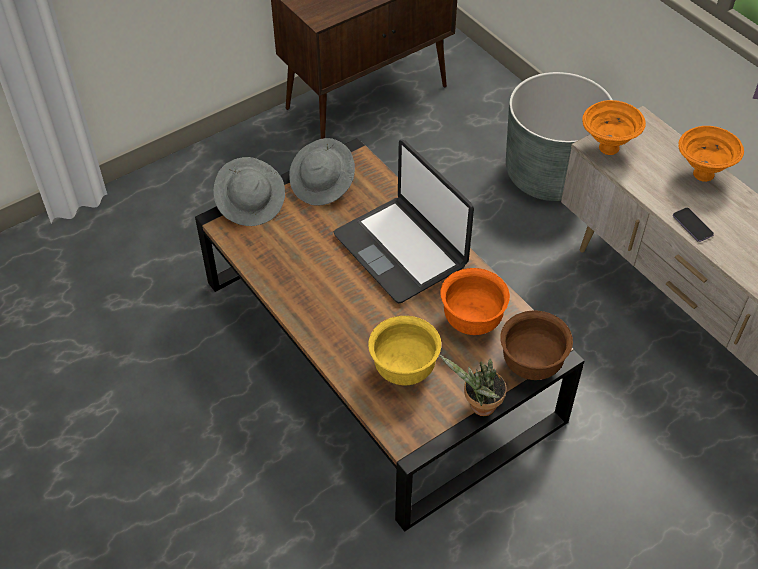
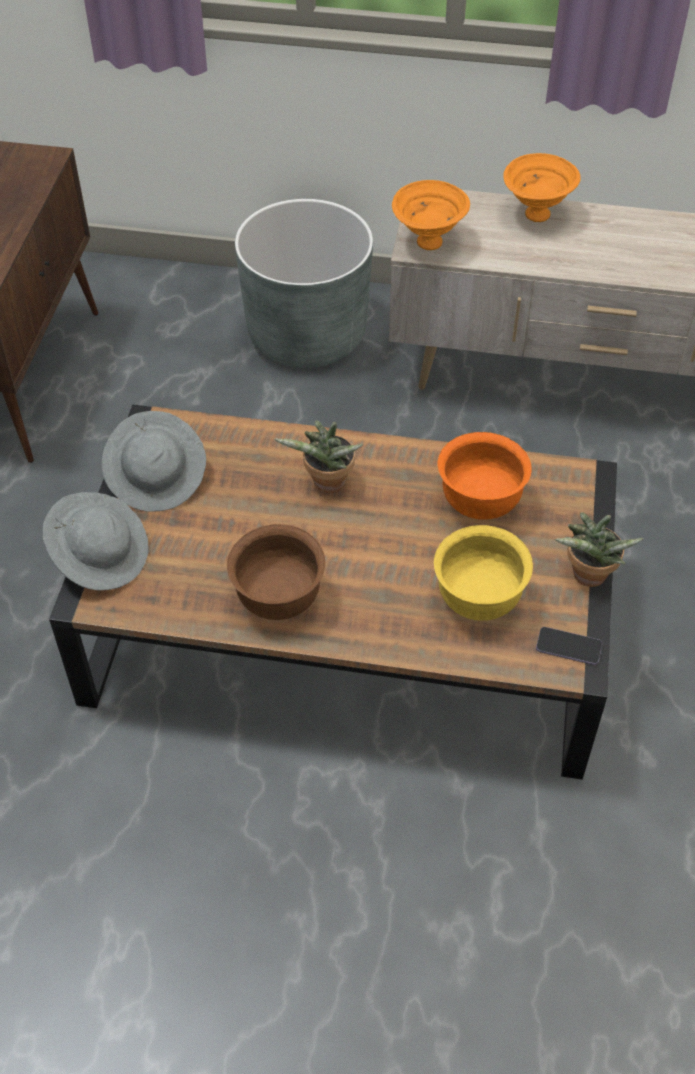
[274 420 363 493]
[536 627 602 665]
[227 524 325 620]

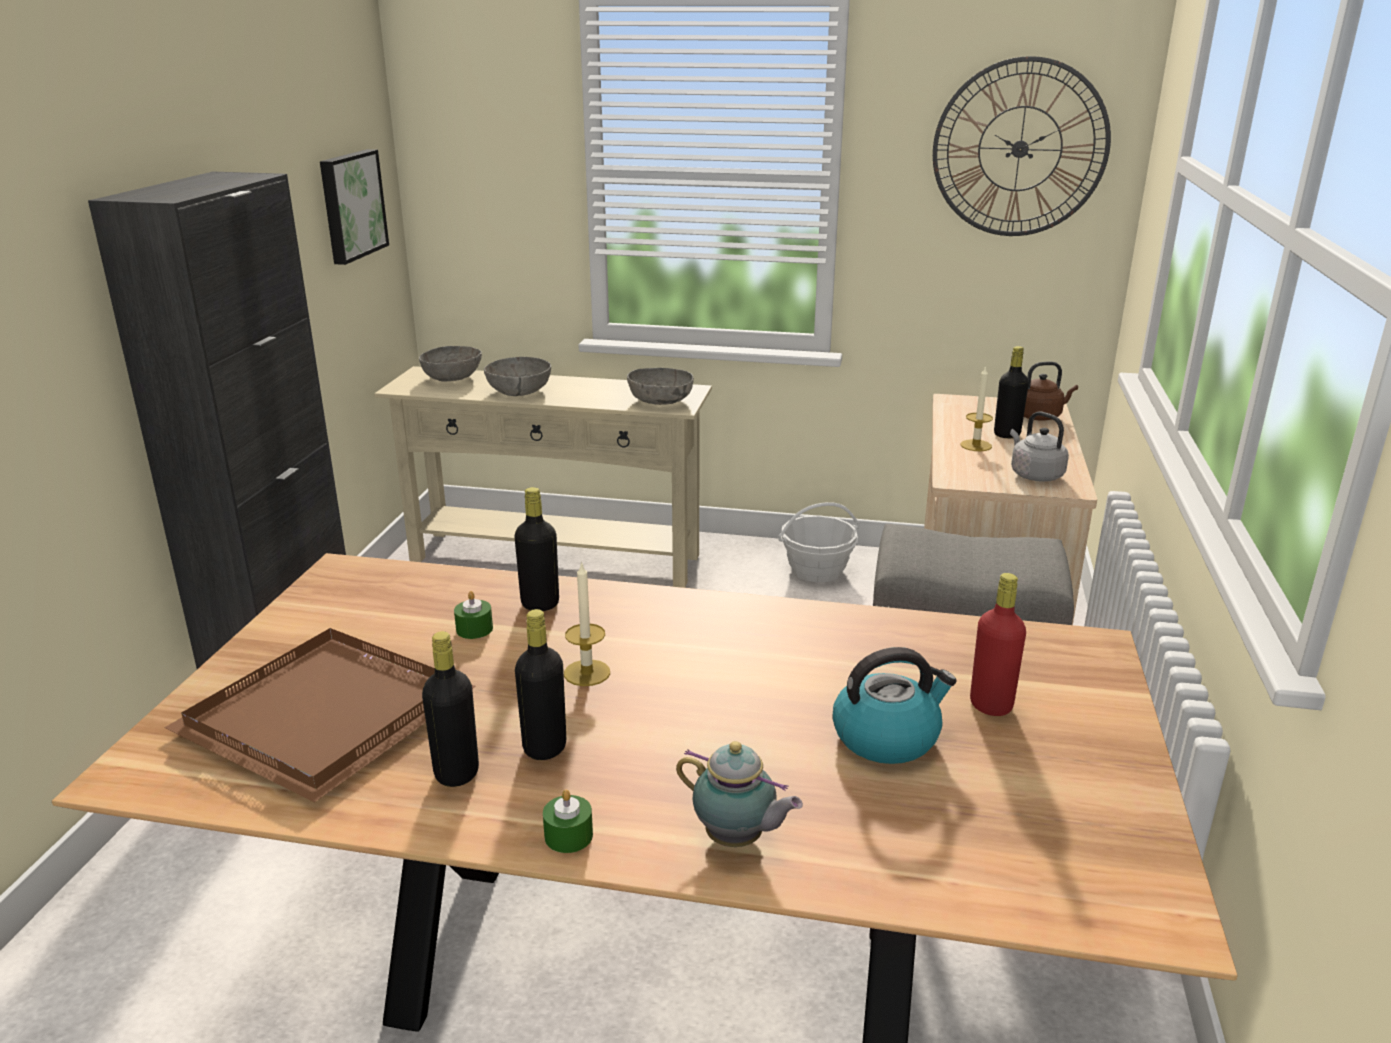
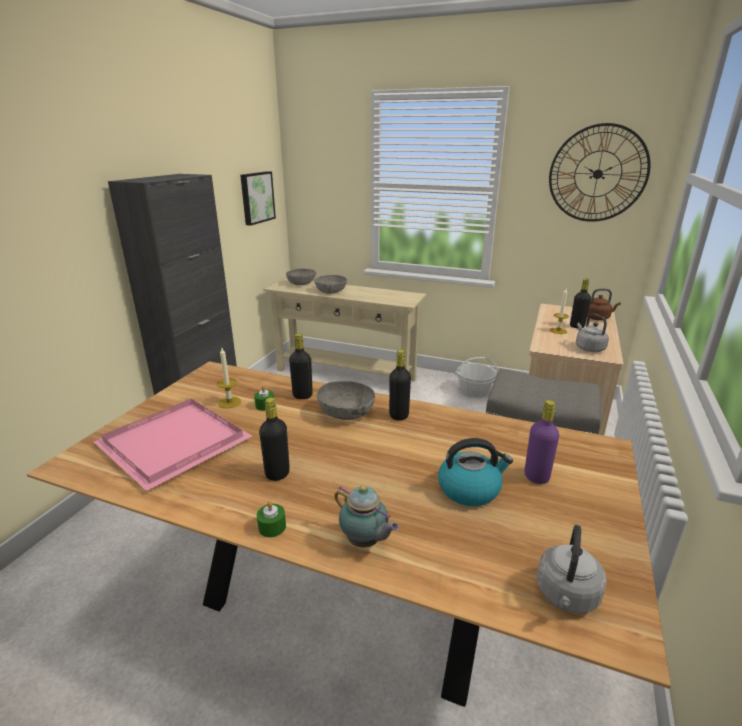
[317 381 375 420]
[217 348 241 408]
[525 400 559 484]
[94 399 252 491]
[389 350 411 421]
[537 525 607 613]

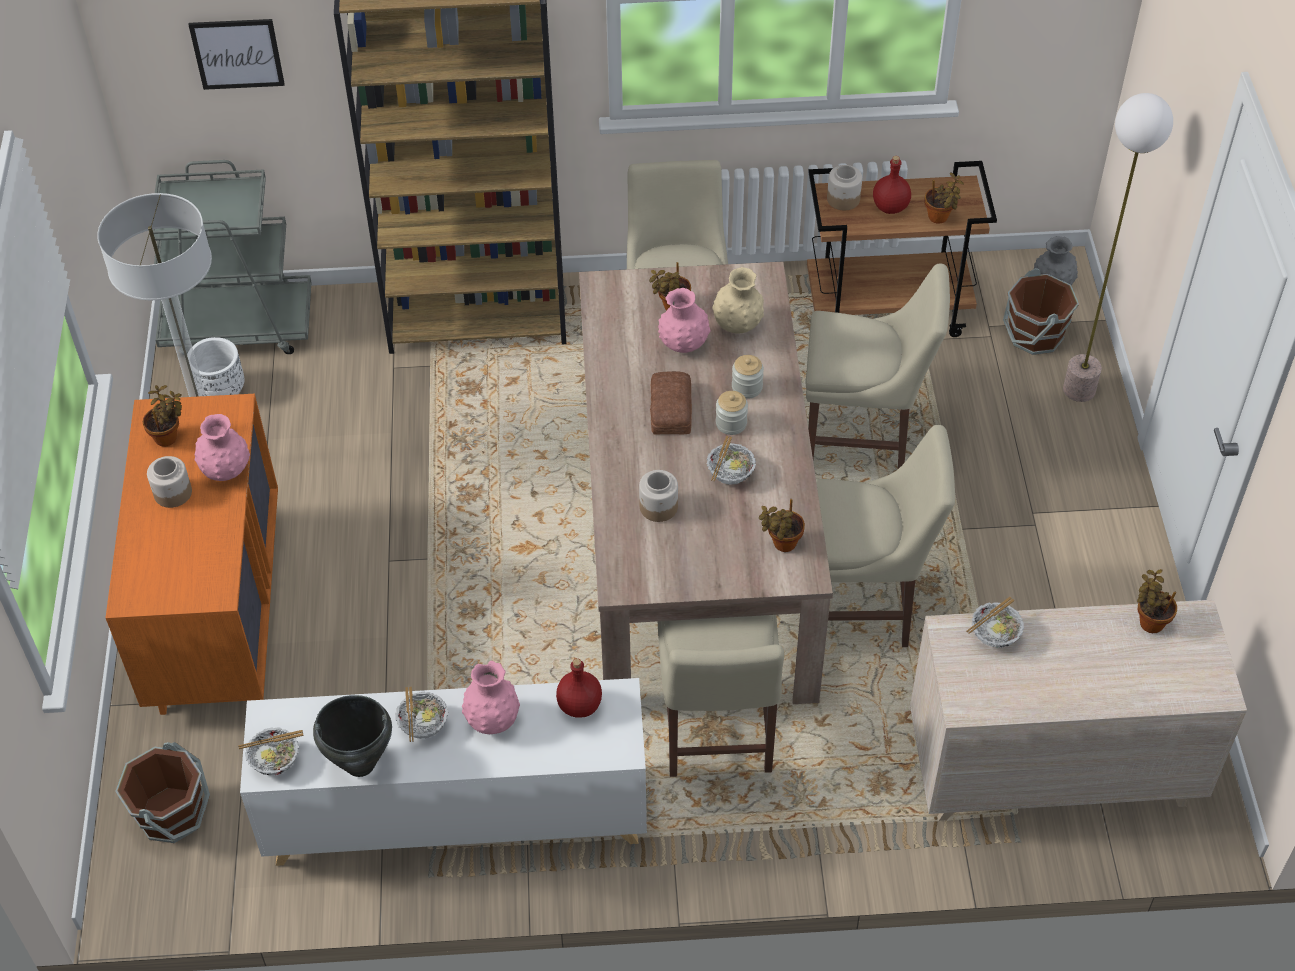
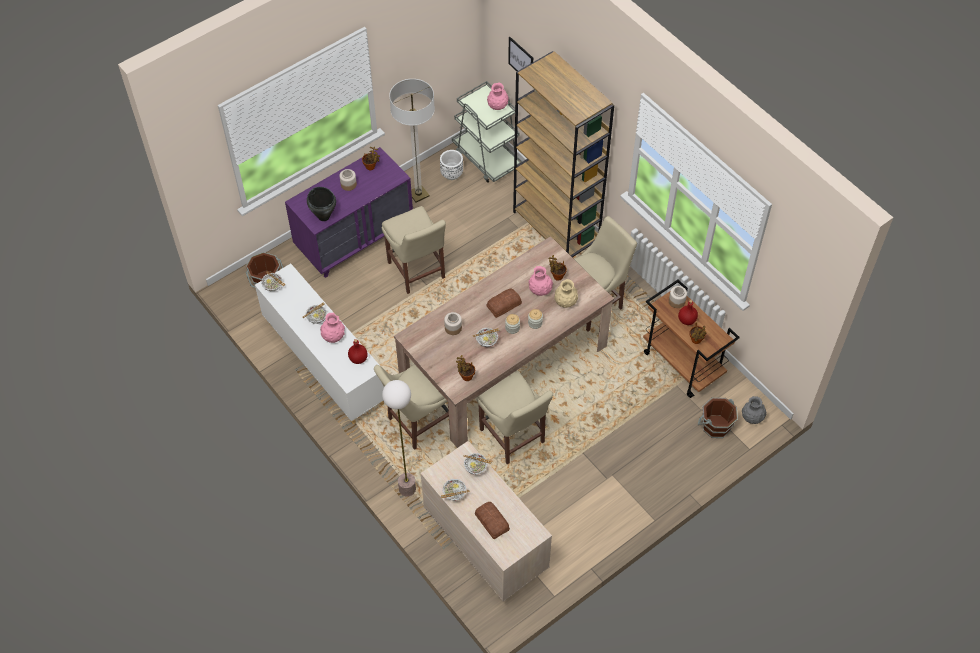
[382 380 416 497]
[382 206 446 294]
[285 147 413 278]
[487 82 509 110]
[1137 569 1177 633] (first image)
[307 187 336 221]
[441 479 470 501]
[475 502 510 539]

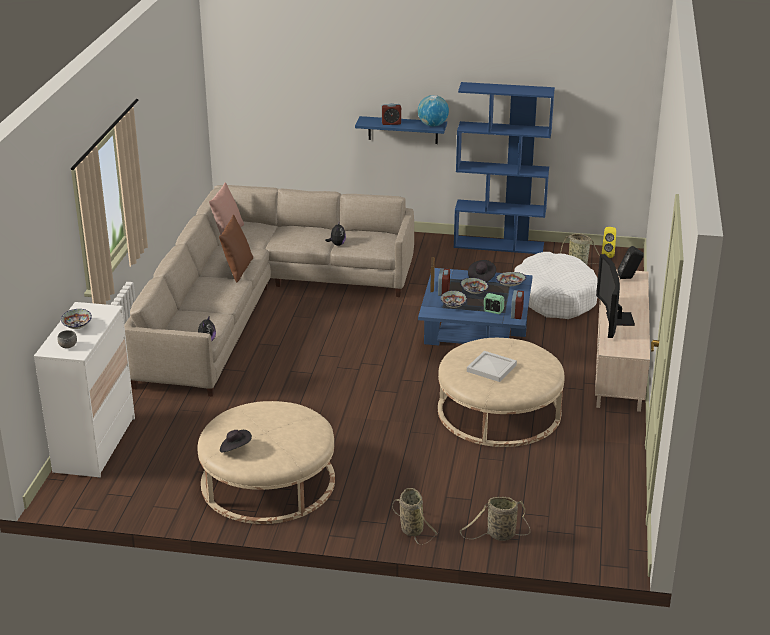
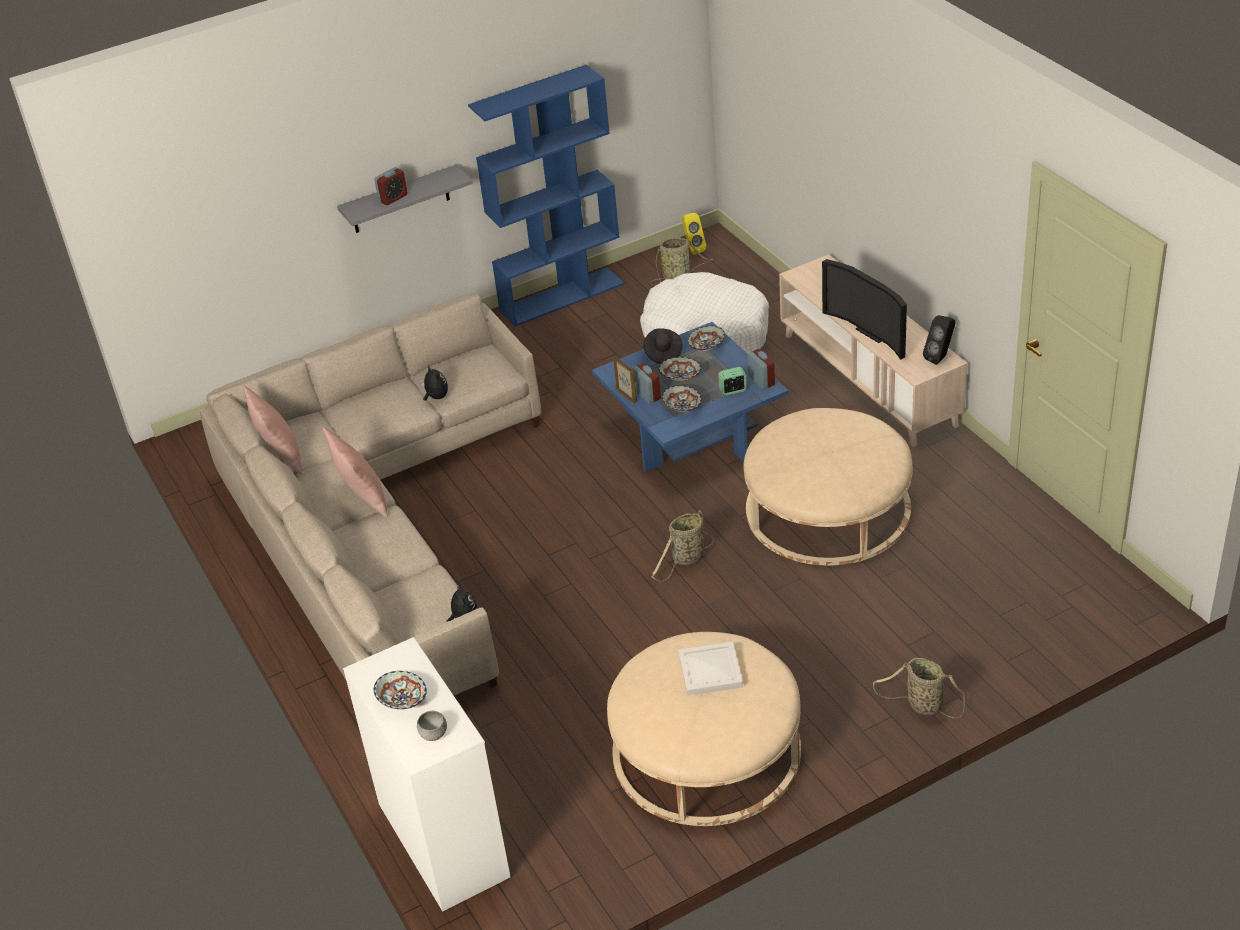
[418 95 449 127] (first image)
[337 165 473 233]
[322 427 388 517]
[923 315 956 365]
[678 642 743 696]
[220 430 252 453] (first image)
[652 510 714 582]

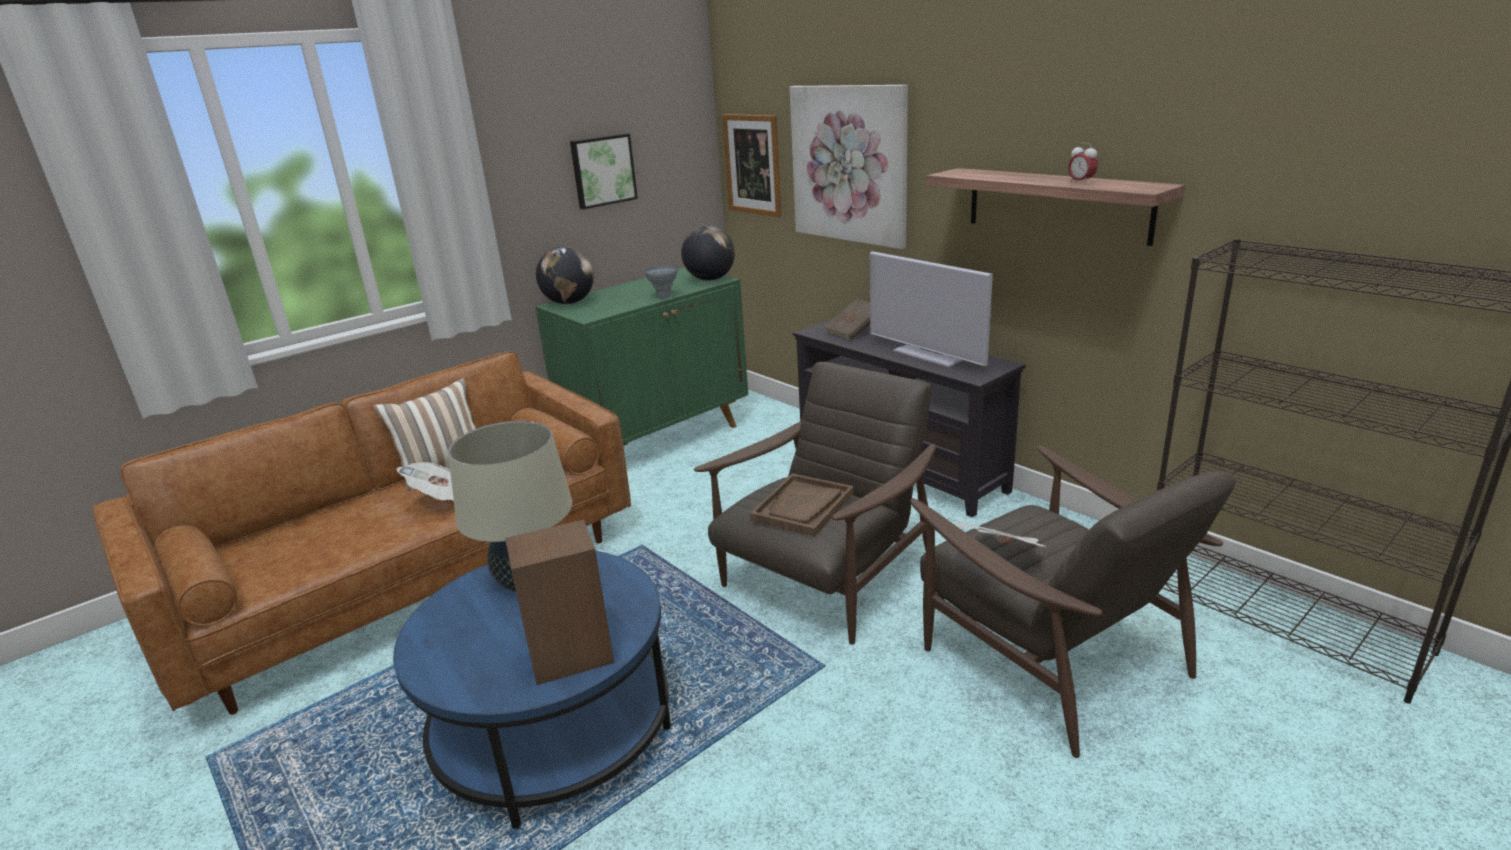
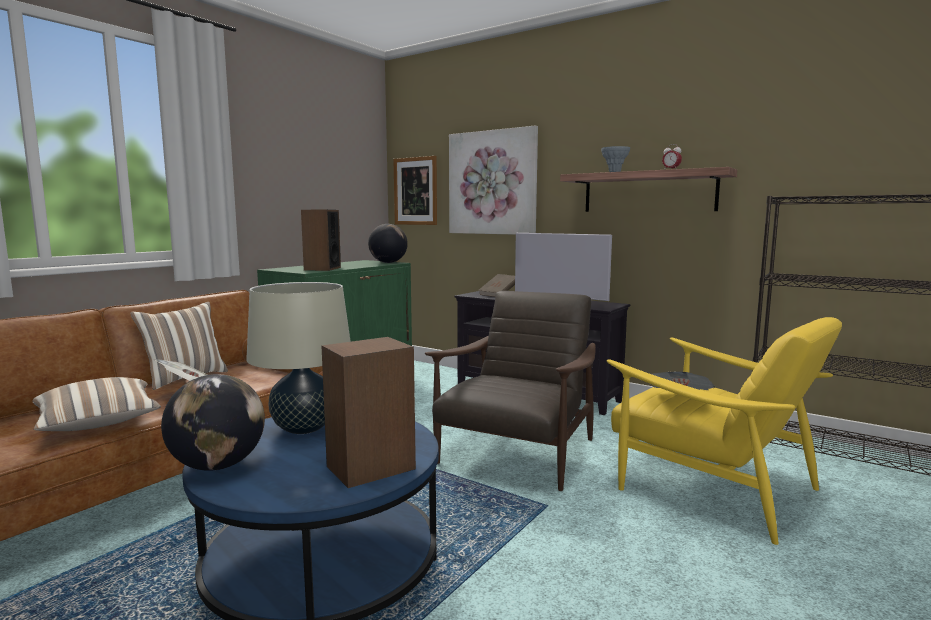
[570 134 638 209] (first image)
[161 374 265 471]
[601 146 630 172]
[607 317 842 545]
[750 473 854 537] (first image)
[301 210 341 271]
[32 377 161 431]

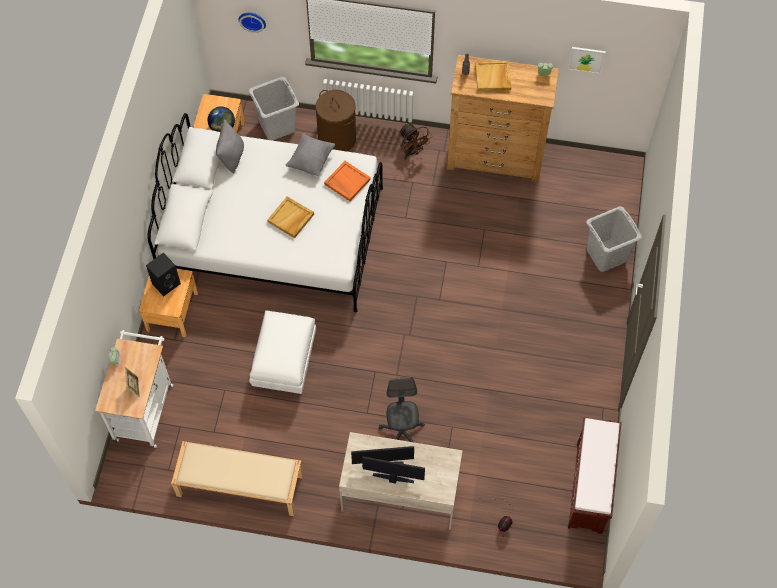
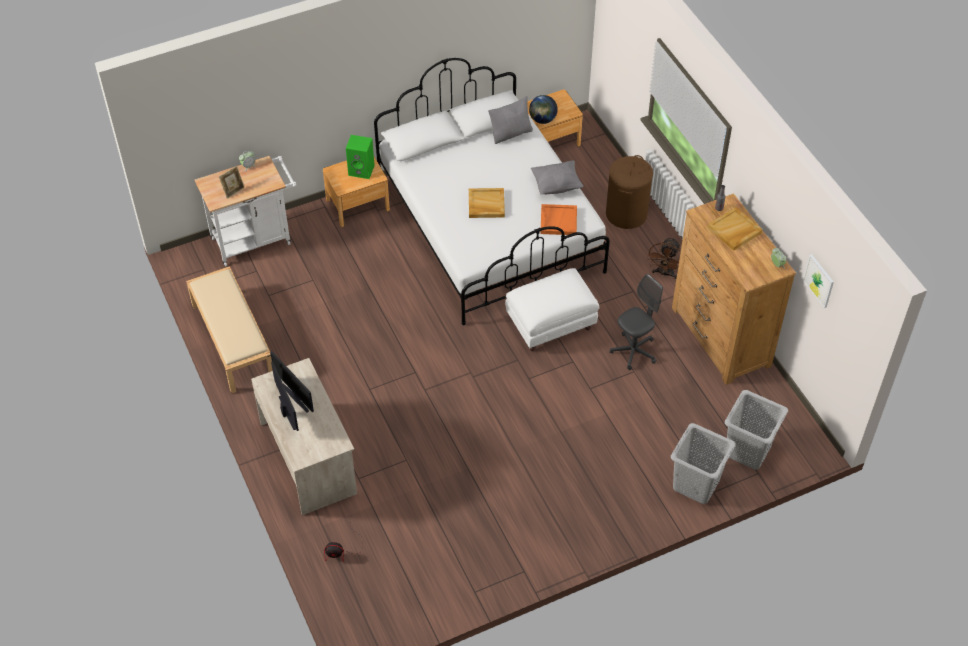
[239 12 266 33] (first image)
[725 390 788 470]
[346 135 375 179]
[505 268 599 351]
[610 274 663 370]
[568 417 622 534] (first image)

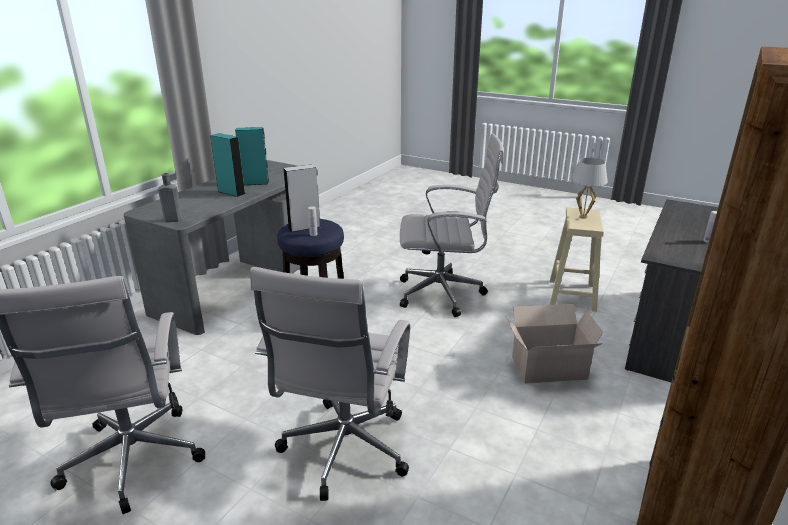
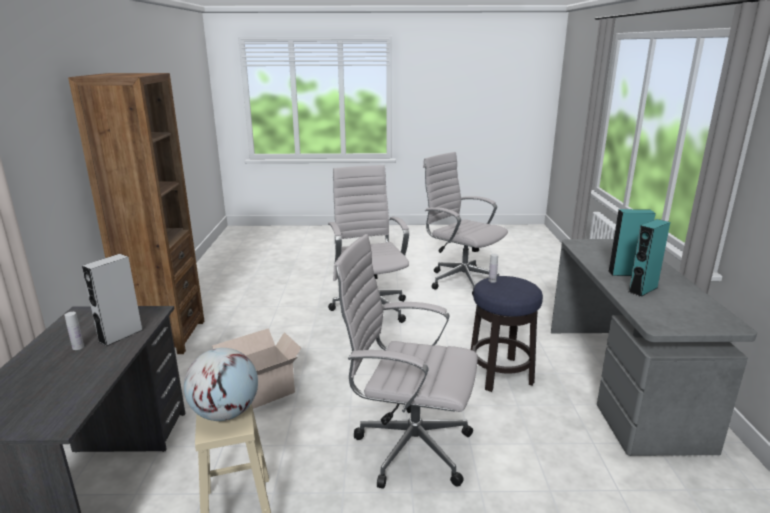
[333 234 478 489]
[184 348 258 421]
[82 254 142 346]
[158 173 183 222] (first image)

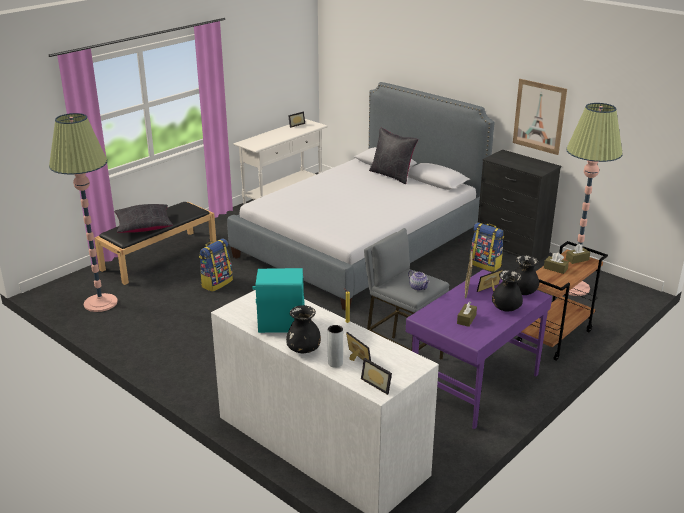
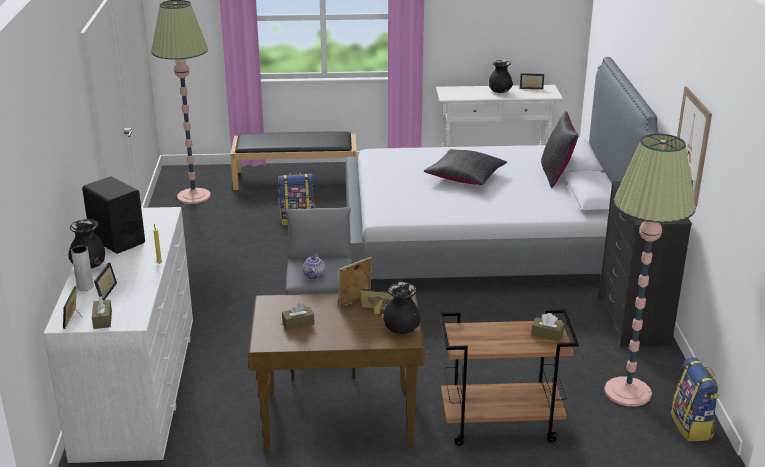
[424 149 507 185]
[671 357 719 441]
[92 296 112 329]
[82 176 145 254]
[248 293 425 451]
[489 60 513 93]

